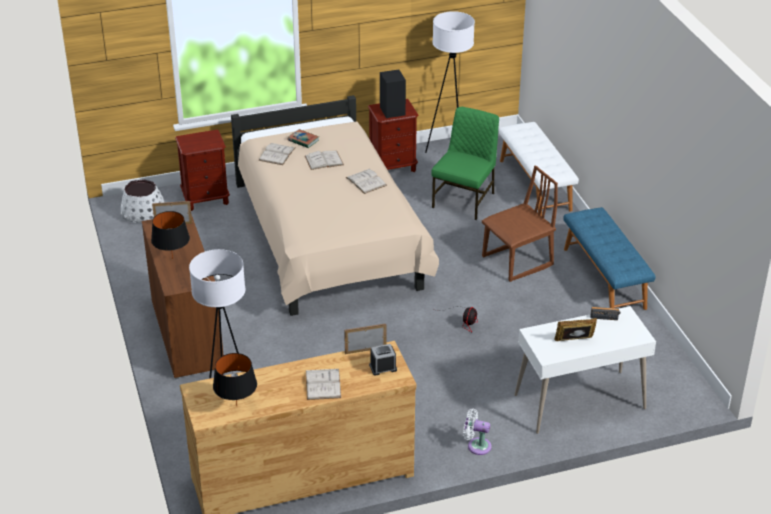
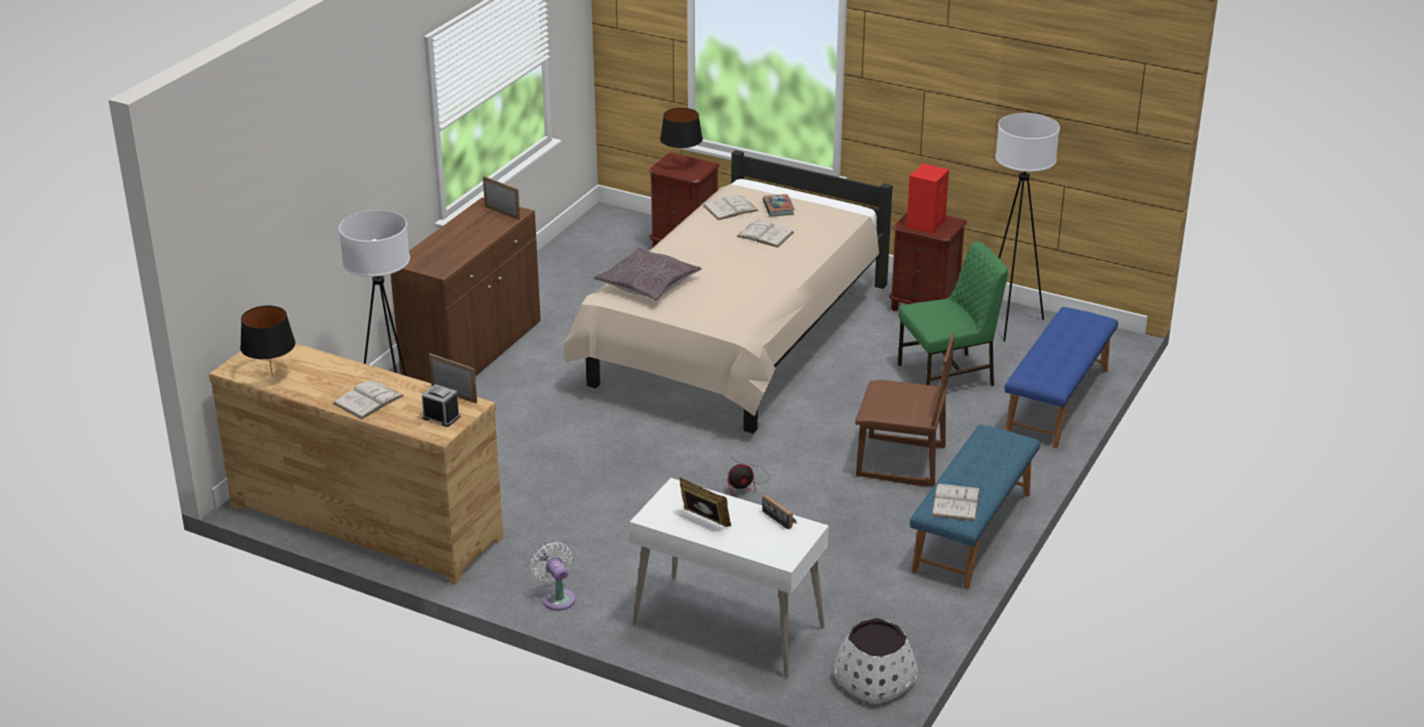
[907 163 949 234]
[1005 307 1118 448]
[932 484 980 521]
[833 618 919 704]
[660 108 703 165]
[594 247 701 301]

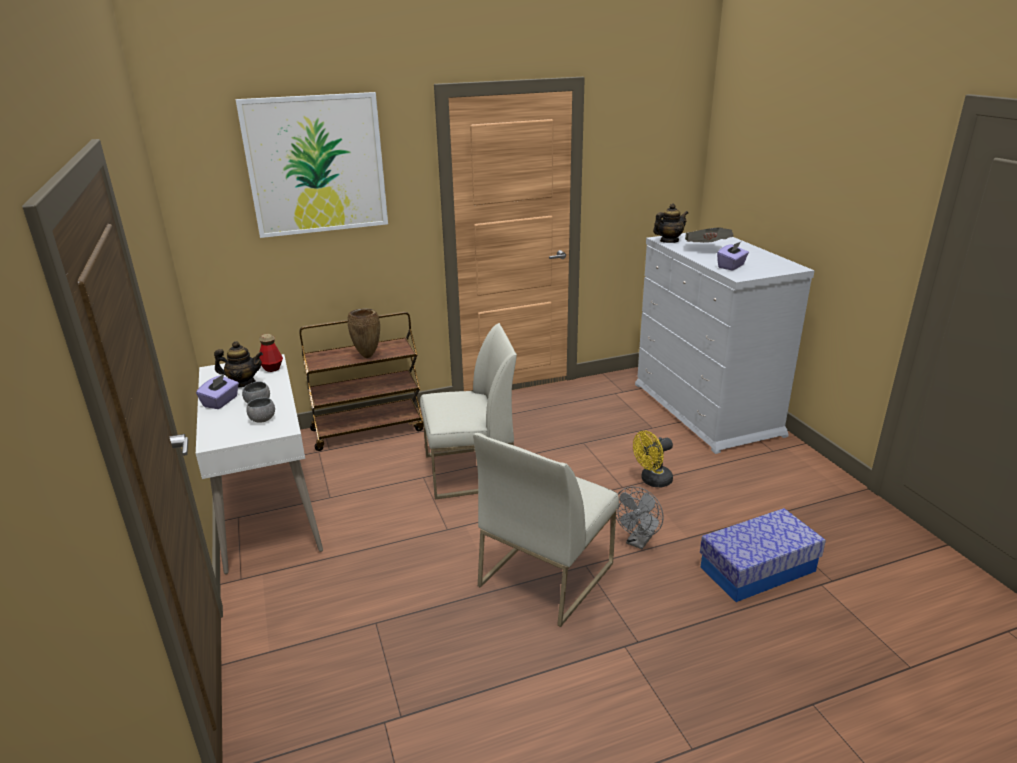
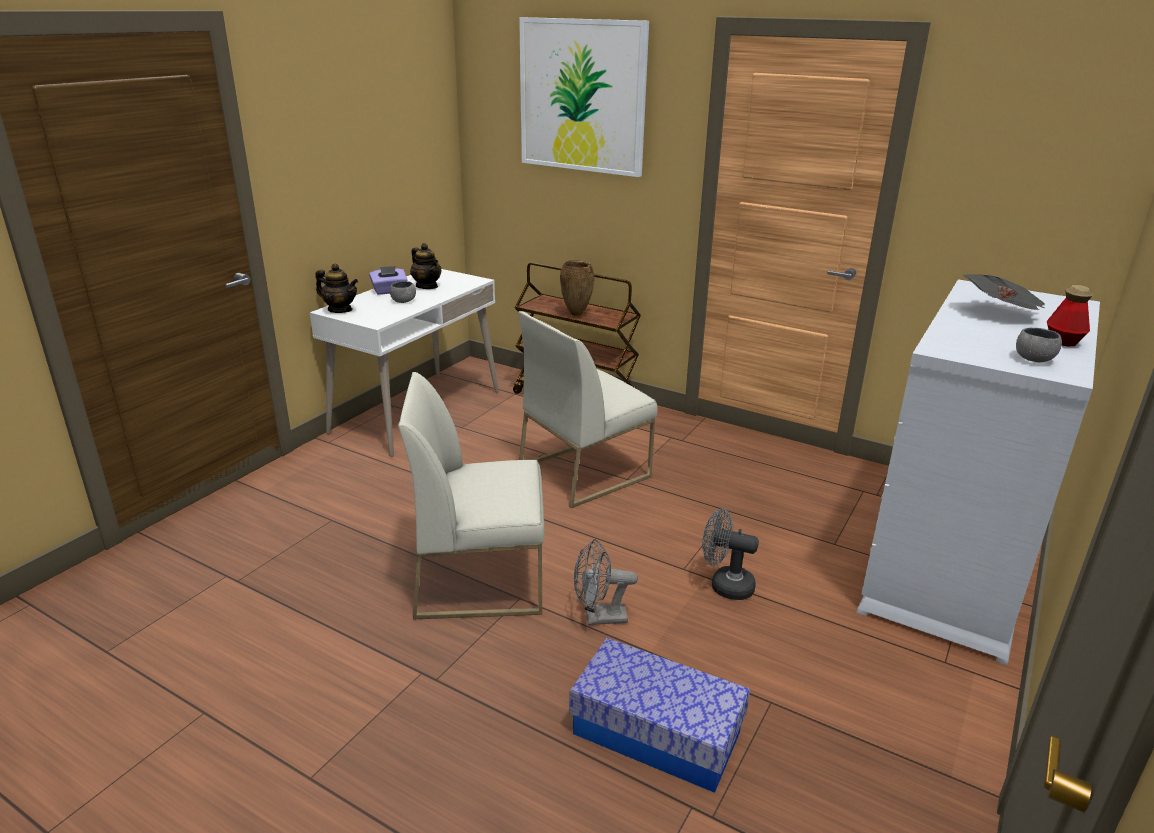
[316 264 358 313]
[717 242 749 271] (first image)
[518 311 657 508]
[1047 285 1093 346]
[1016 328 1062 362]
[702 509 759 600]

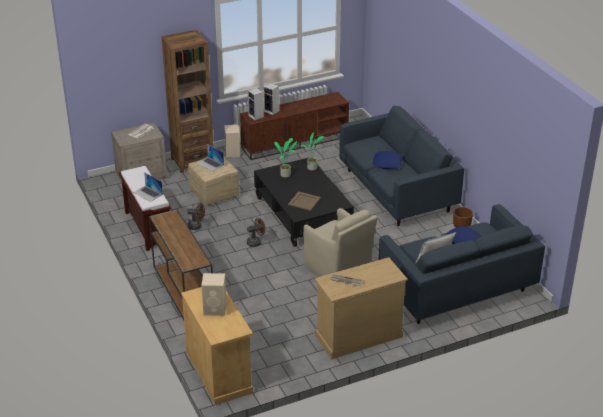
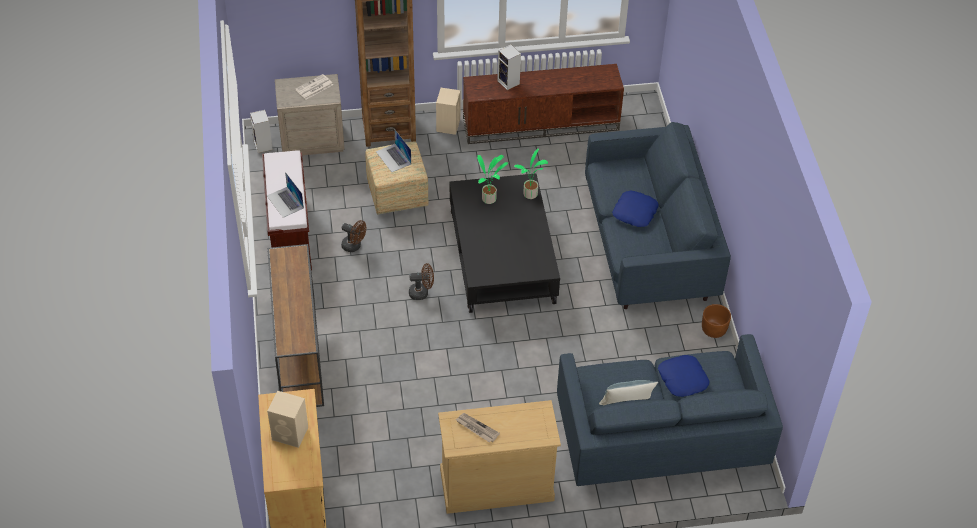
[250 110 273 153]
[288 191 321 211] (first image)
[303 208 377 277] (first image)

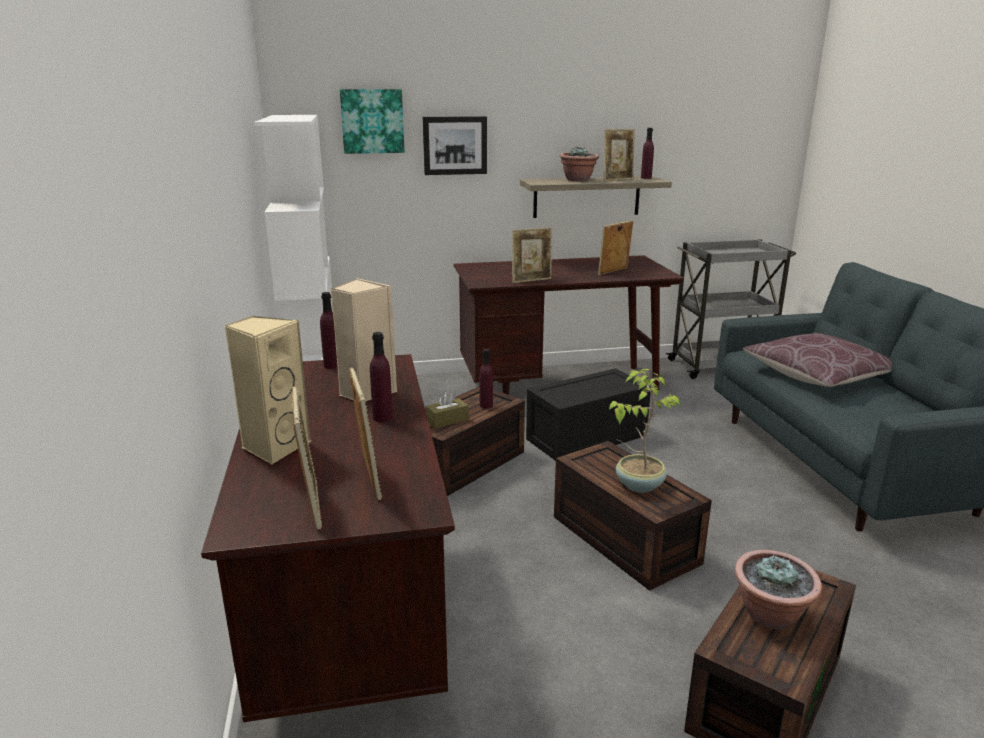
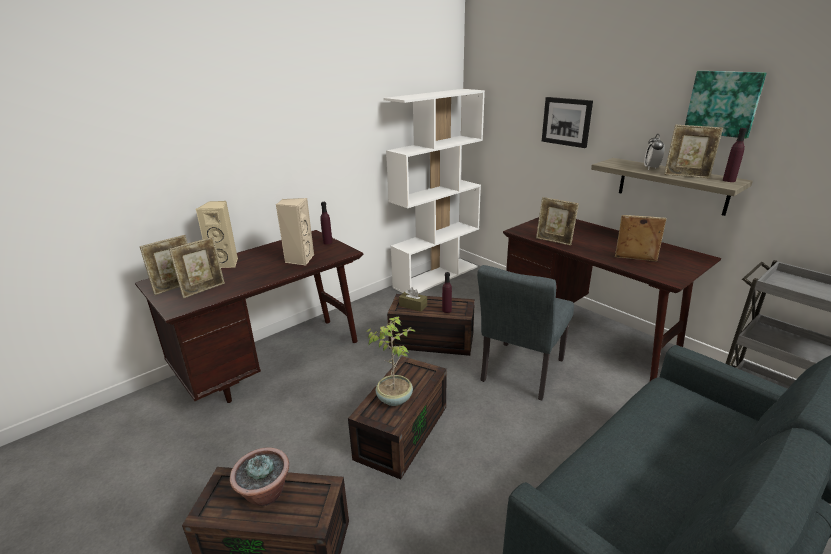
[685 71 767 139]
[644 134 665 170]
[370 332 393 422] (first image)
[743 333 892 387] (first image)
[477 265 574 400]

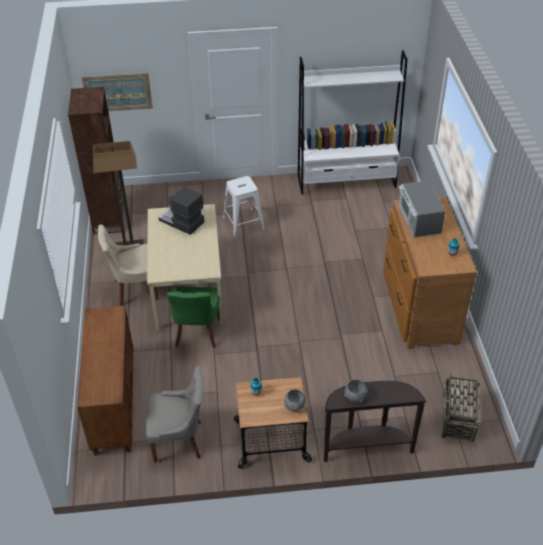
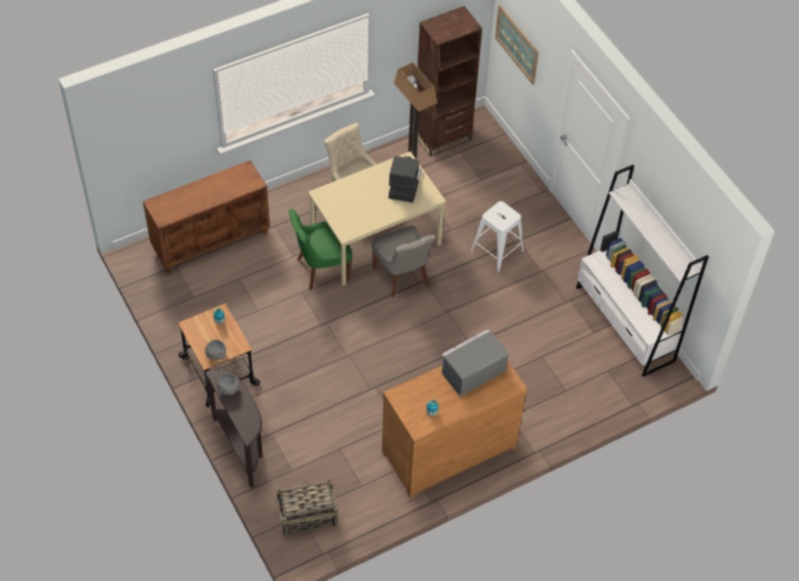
[372 226 436 297]

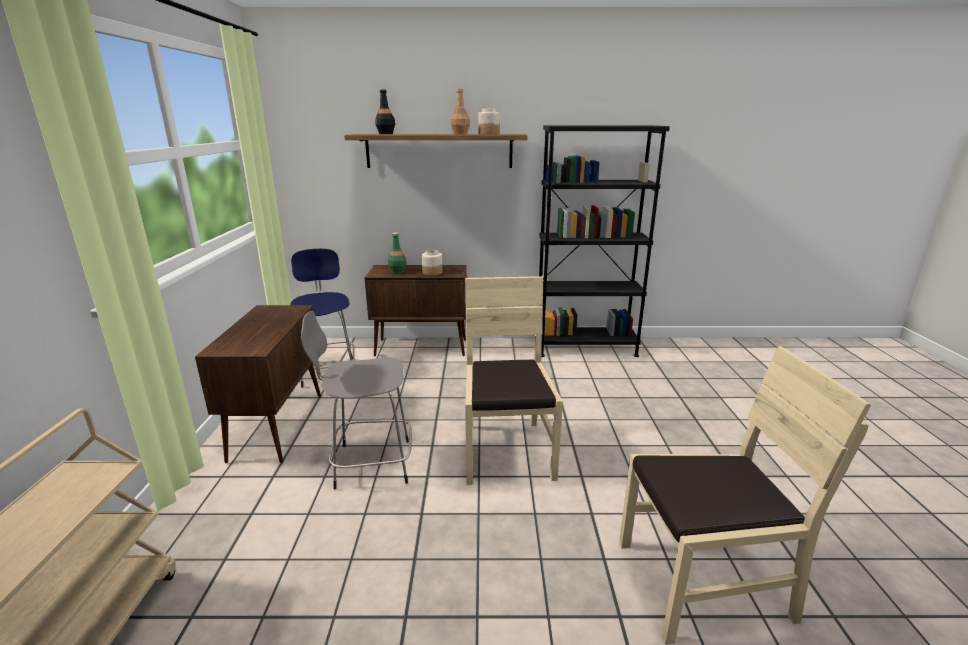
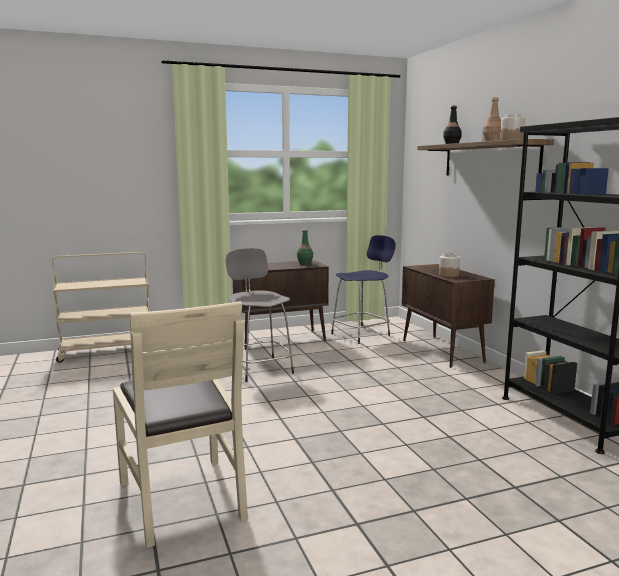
[297 229 313 265]
[465 276 563 485] (first image)

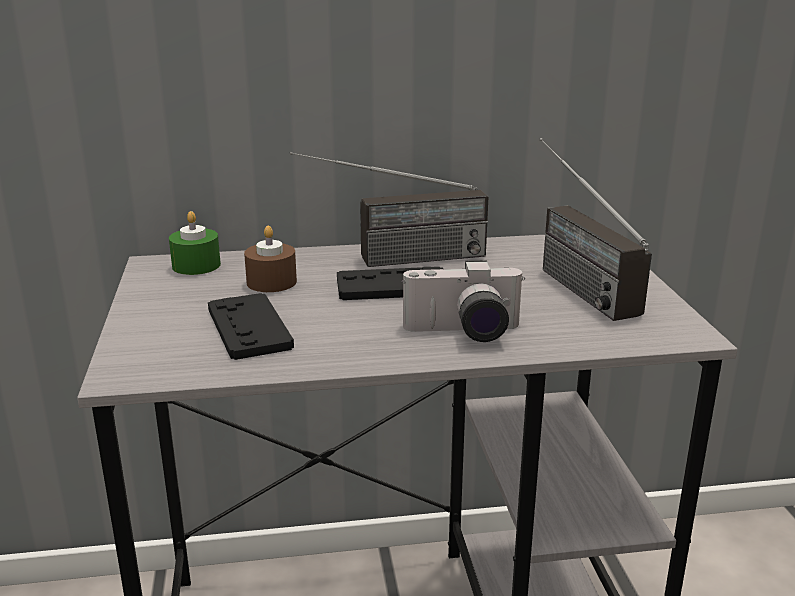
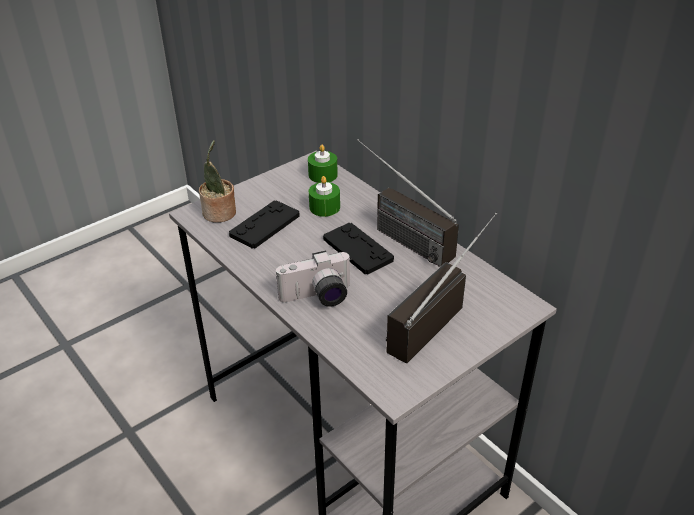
[309 176 340 217]
[276 250 351 307]
[199 140 236 223]

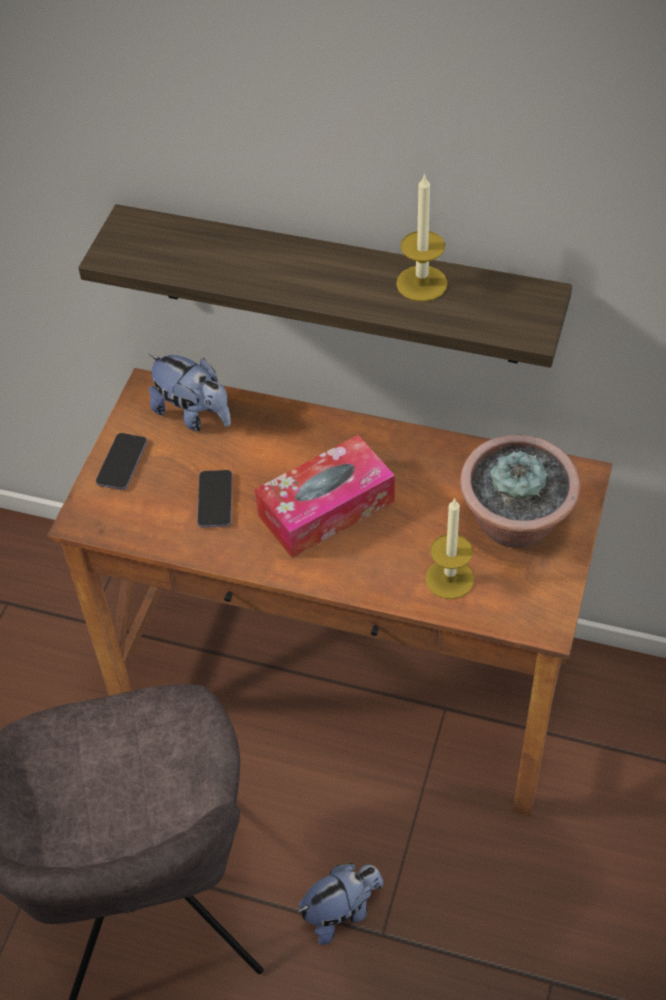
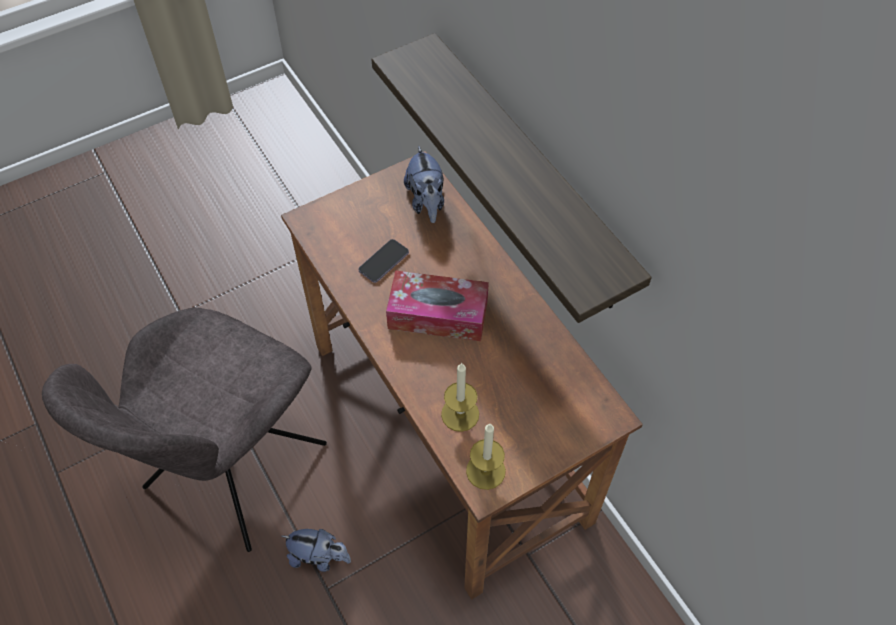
[466 424 506 490]
[96 433 147 490] (first image)
[460 435 581 548] (first image)

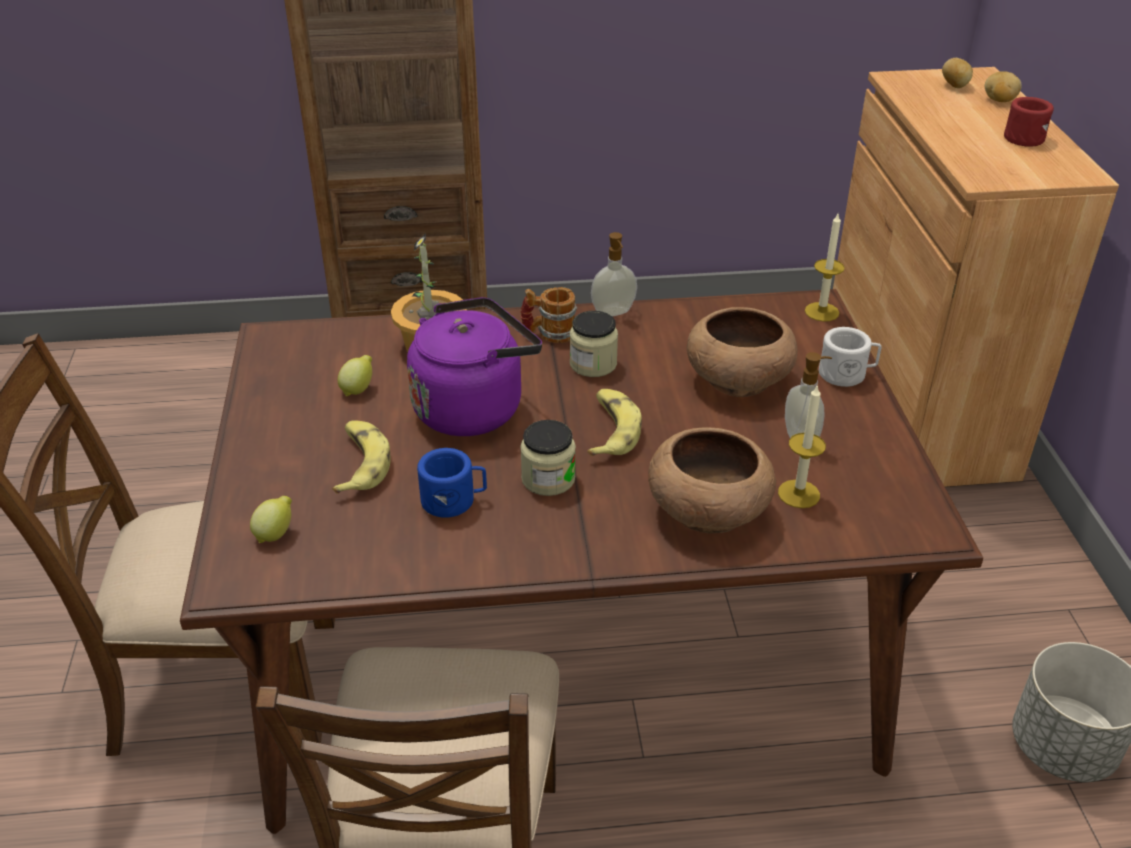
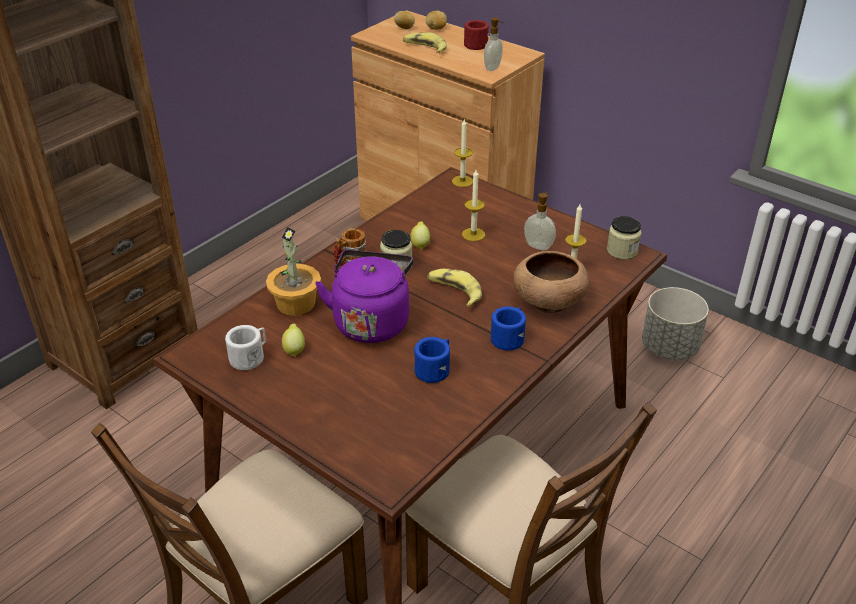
[484 17 504 71]
[462 170 485 241]
[225 325 266 370]
[403 32 447 53]
[607 216 642 260]
[410 221 430 250]
[491 306 526 351]

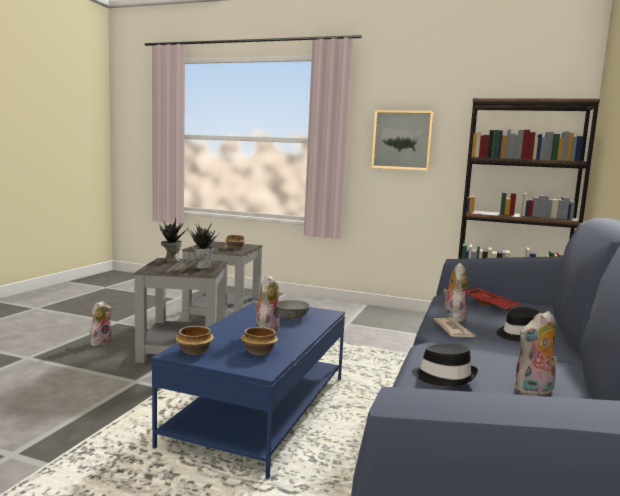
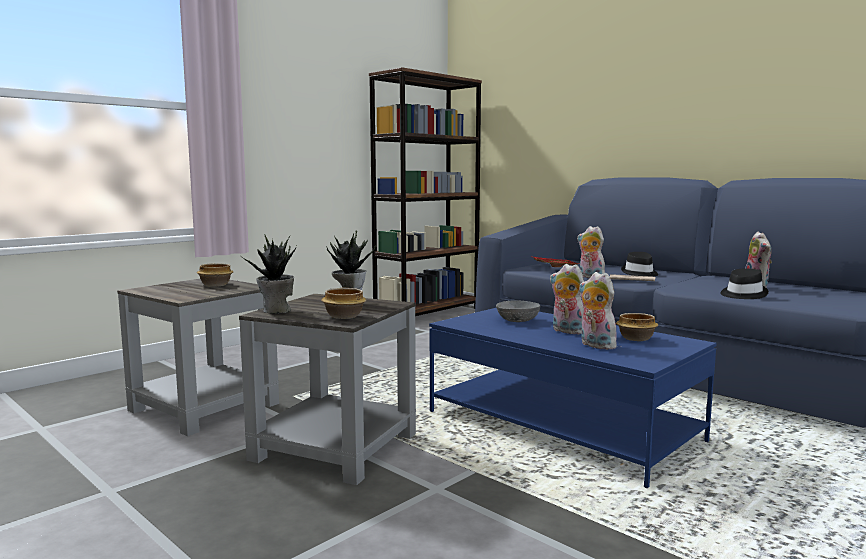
[371 110 434 170] (first image)
[579 272 621 350]
[321 288 366 319]

